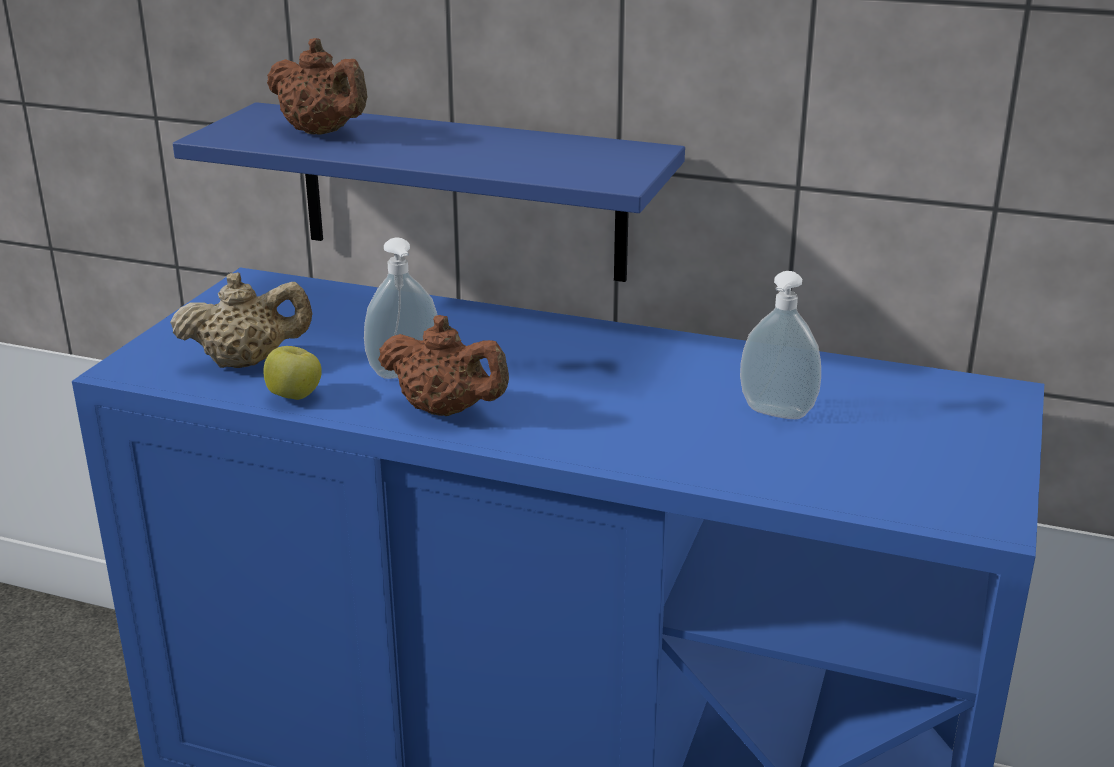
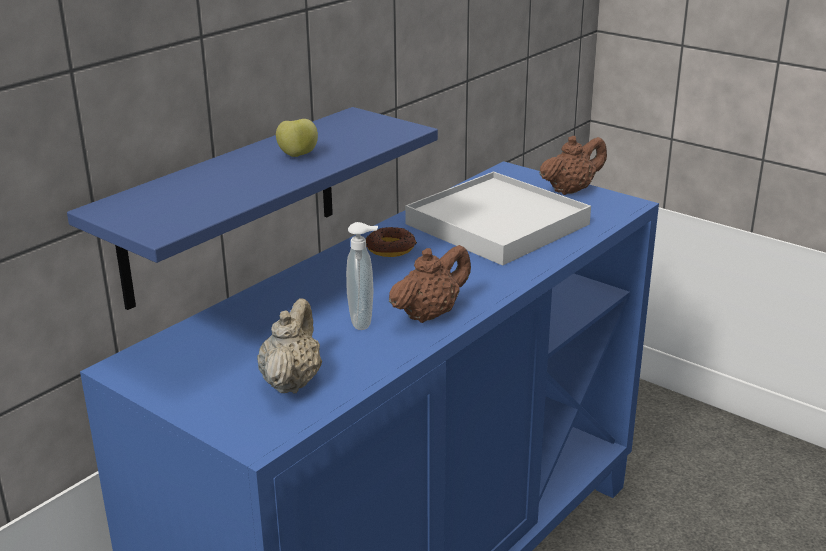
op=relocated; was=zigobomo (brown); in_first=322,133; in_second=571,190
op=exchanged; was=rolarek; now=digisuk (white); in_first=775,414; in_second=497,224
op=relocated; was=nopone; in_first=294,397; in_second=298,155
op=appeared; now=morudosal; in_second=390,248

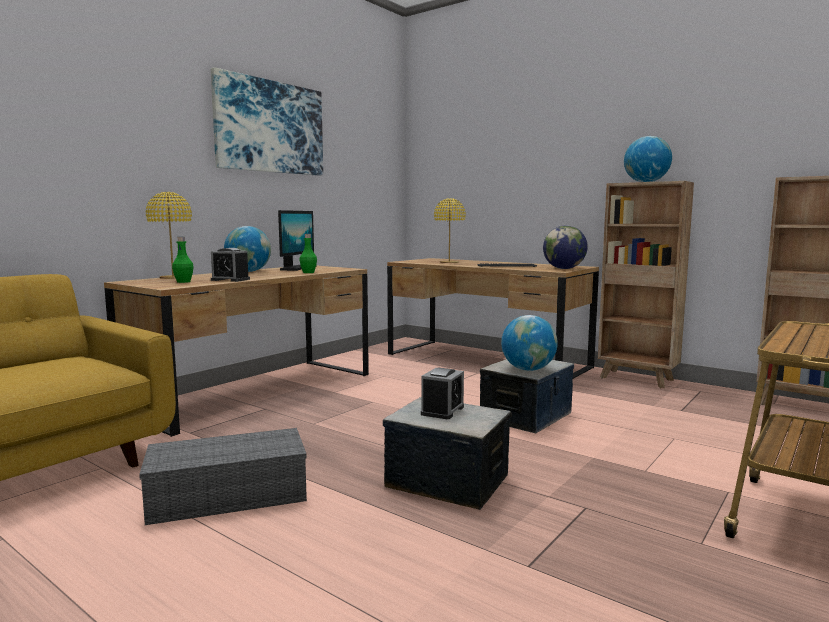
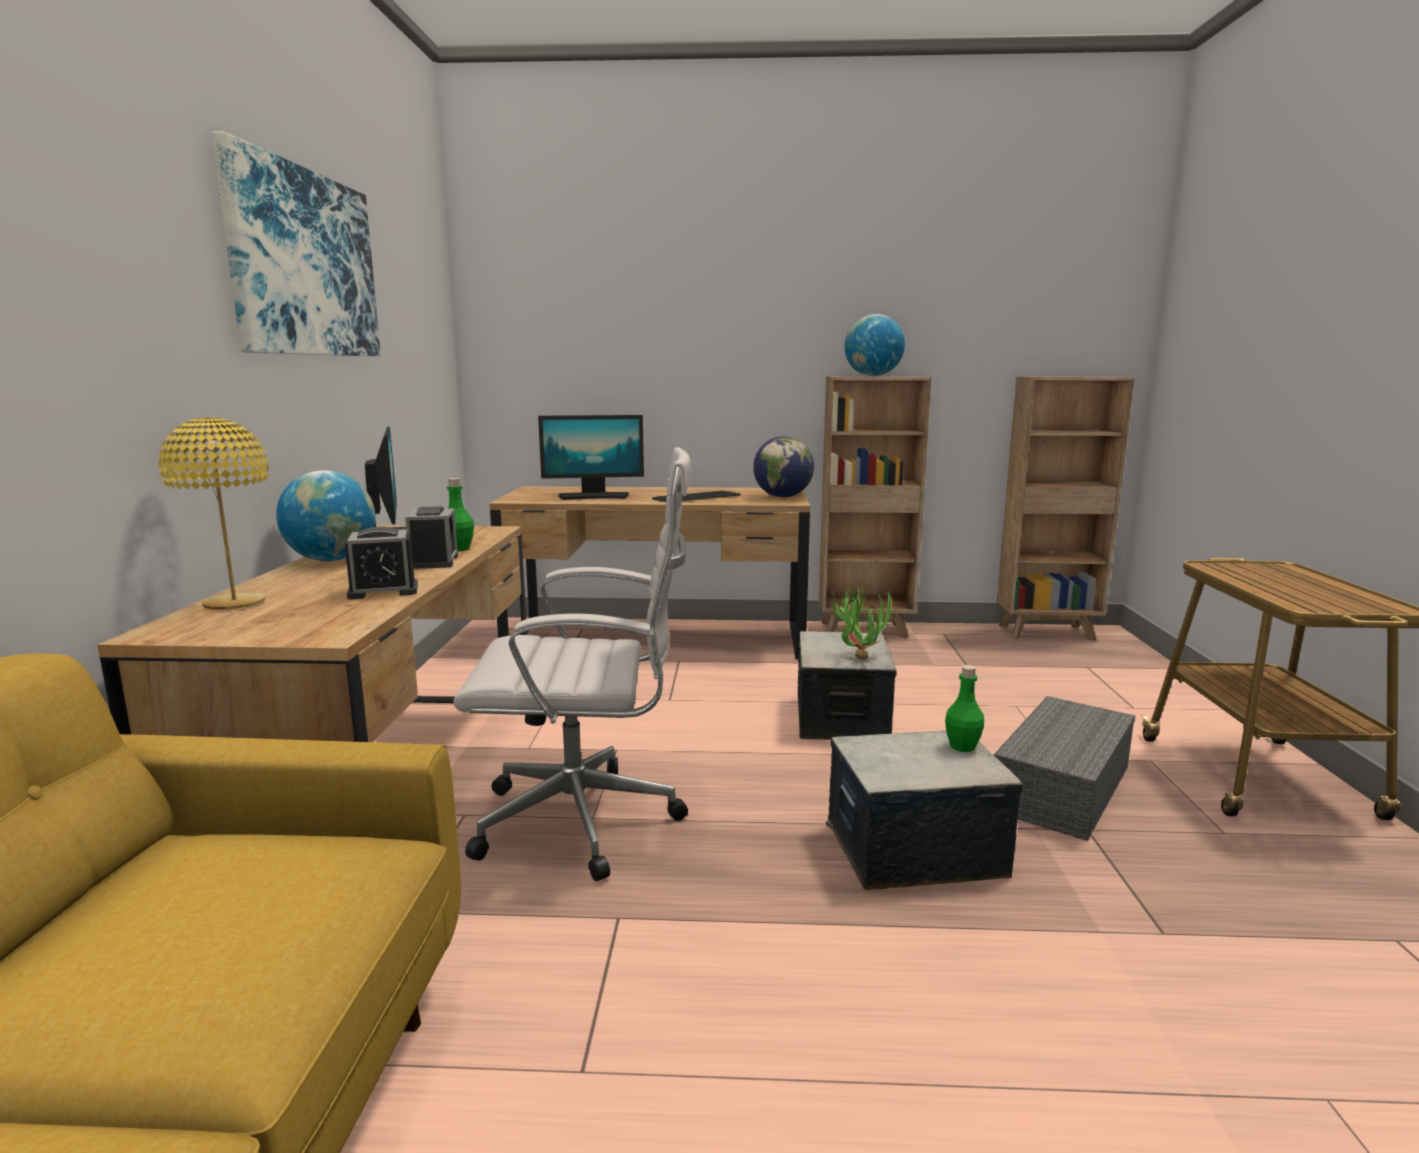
op=exchanged; was=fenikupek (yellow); now=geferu; in_first=449,263; in_second=593,496
op=relocated; was=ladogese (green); in_first=183,282; in_second=962,747
op=exchanged; was=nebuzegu; now=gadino; in_first=528,369; in_second=858,656
op=relocated; was=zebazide; in_first=442,410; in_second=434,561
op=relocated; was=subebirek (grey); in_first=226,496; in_second=1063,789
op=appeared; now=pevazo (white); in_second=587,821

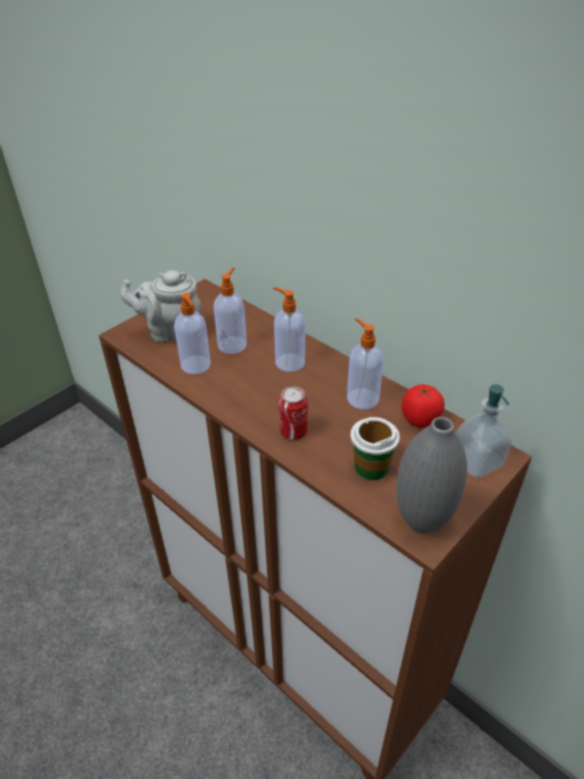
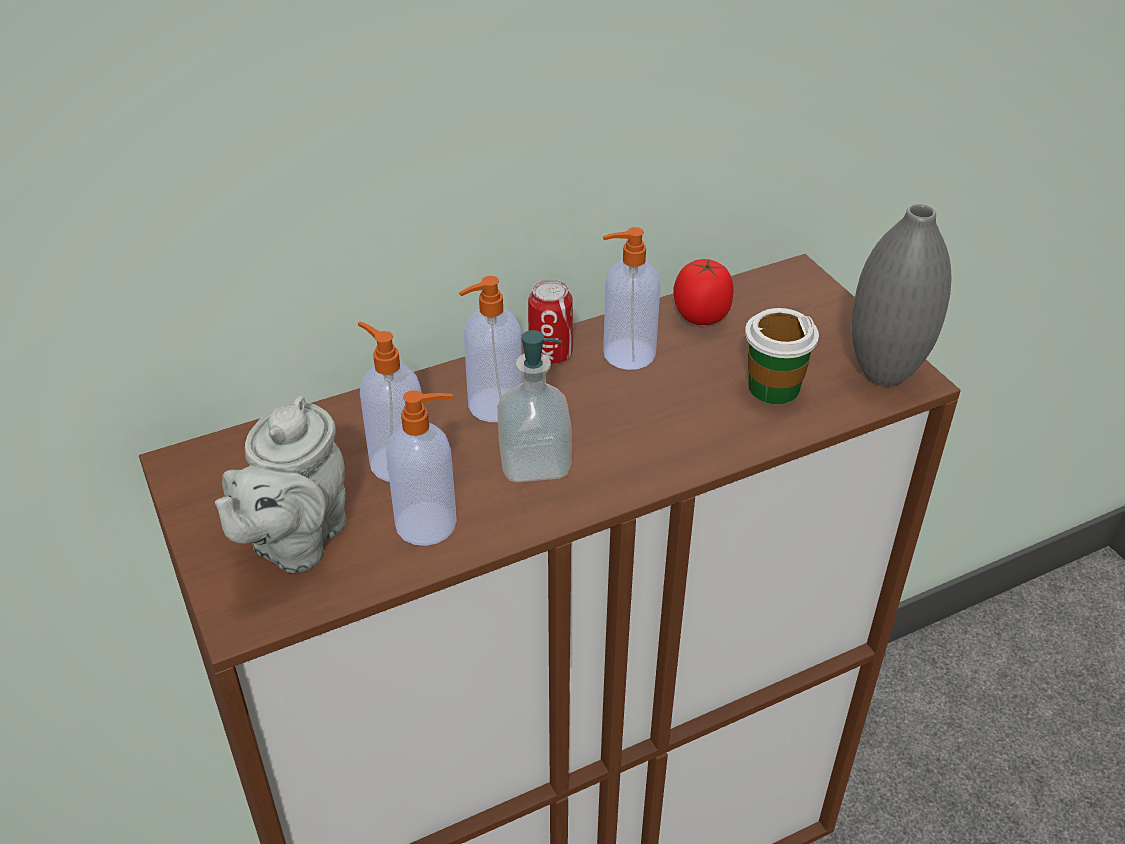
op=relocated; was=rolarek; in_first=476,461; in_second=534,462
op=relocated; was=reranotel; in_first=293,432; in_second=550,354

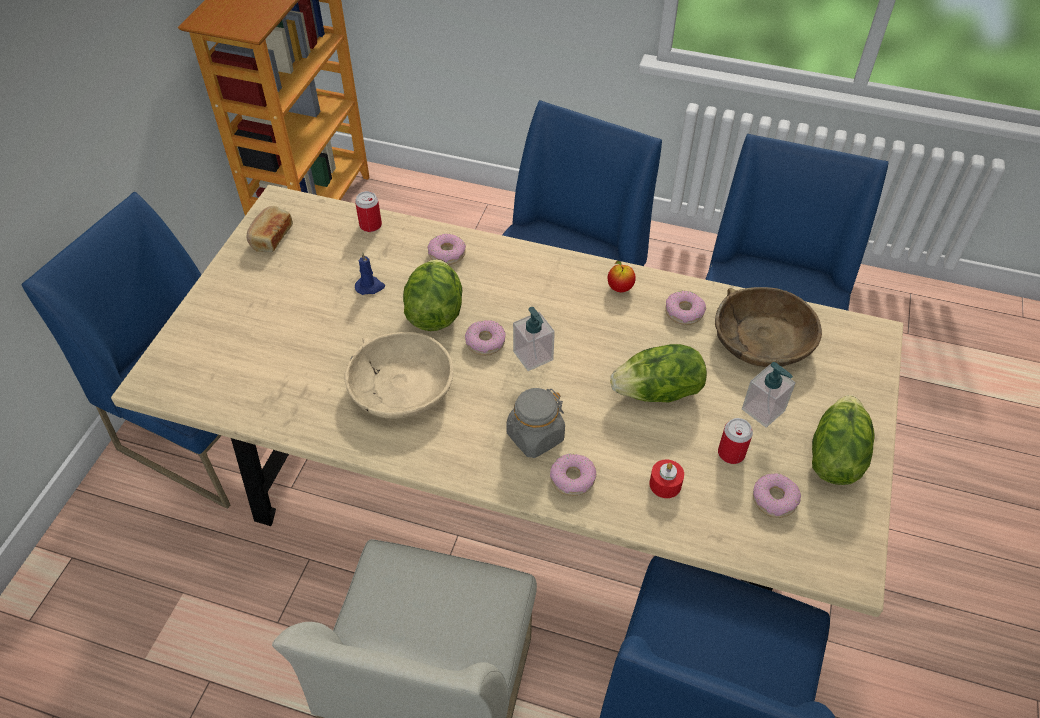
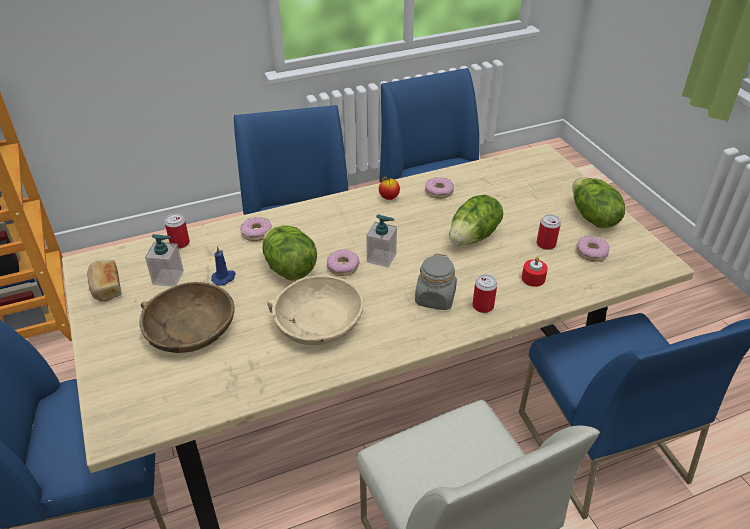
op=relocated; was=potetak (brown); in_first=761,339; in_second=189,329
op=relocated; was=rolarek; in_first=763,410; in_second=168,277
op=exchanged; was=morudosal; now=reranotel; in_first=572,478; in_second=483,306

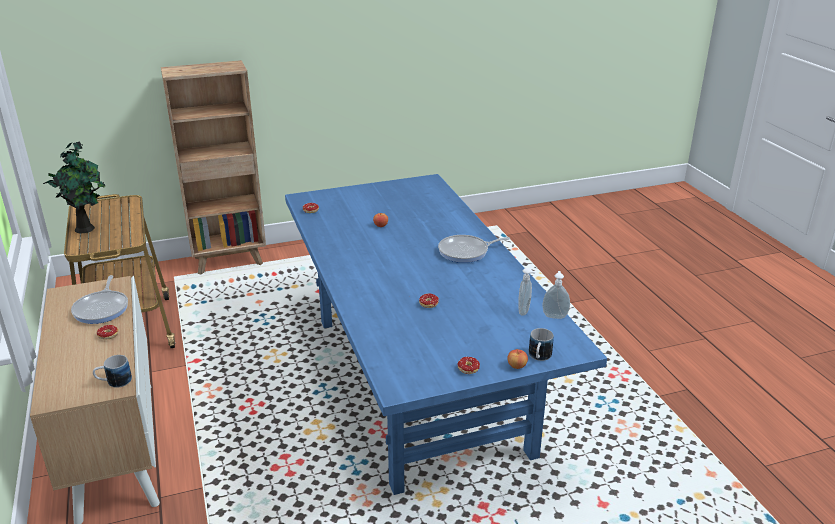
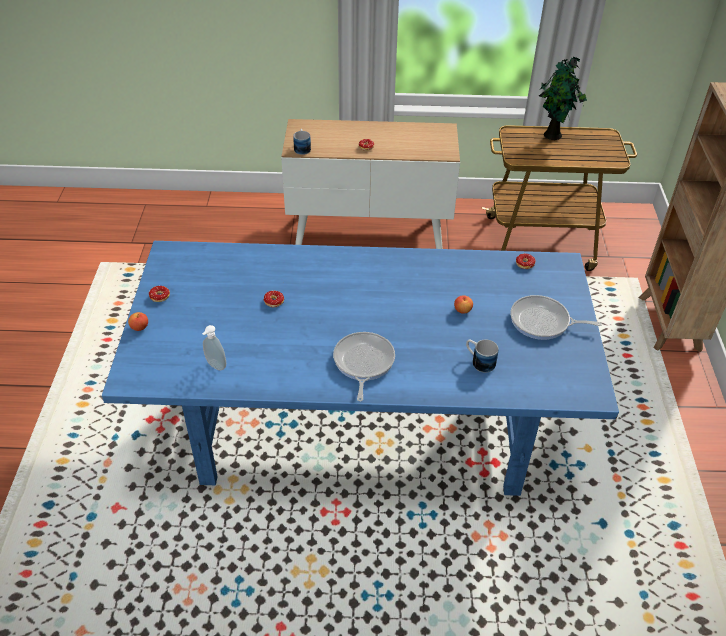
op=missing; was=rolarek; in_first=555,316
op=relocated; was=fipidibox; in_first=102,308; in_second=543,322
op=relocated; was=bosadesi; in_first=539,357; in_second=479,361

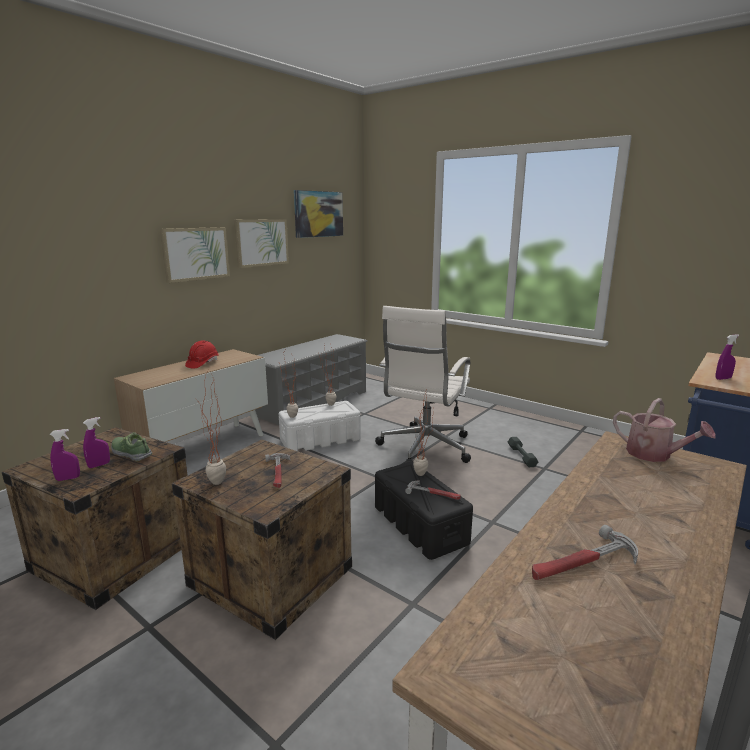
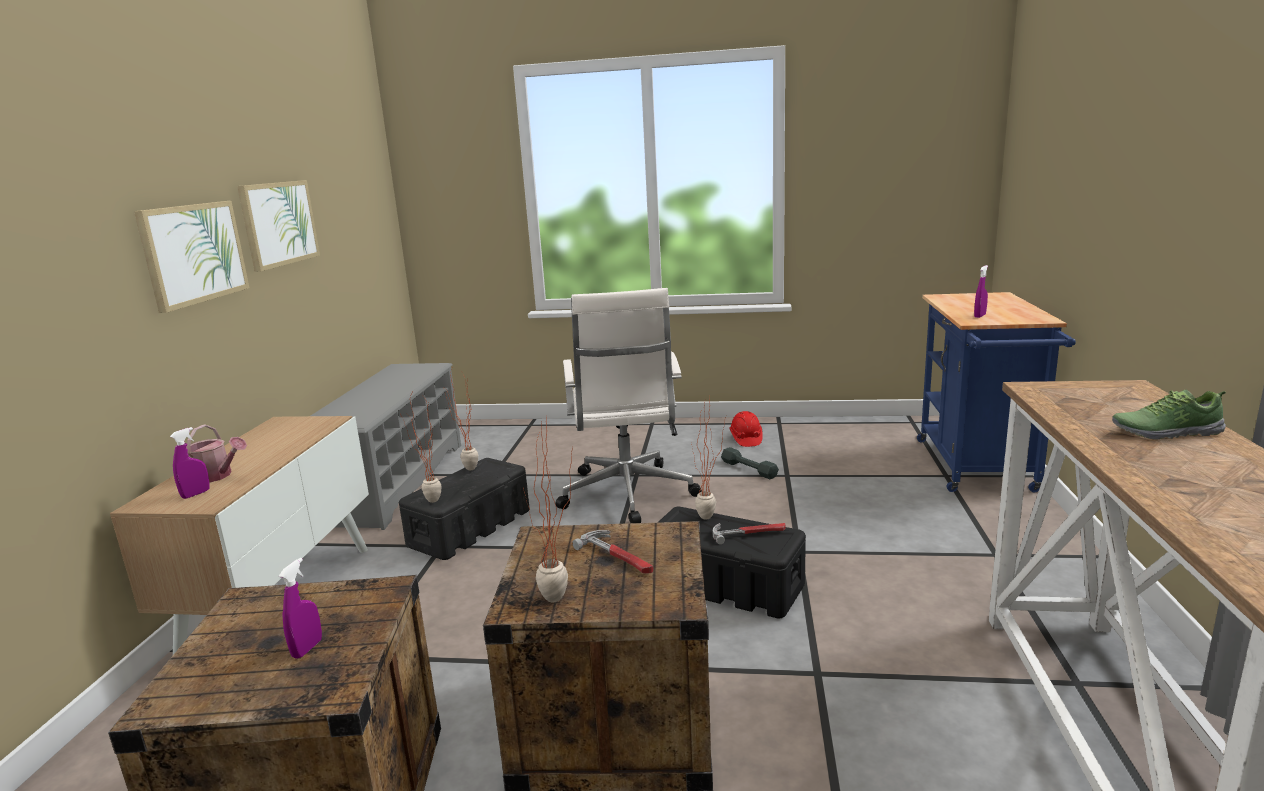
op=missing; was=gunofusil; in_first=318,214
op=relocated; was=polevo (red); in_first=202,363; in_second=746,439
op=relocated; was=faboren; in_first=654,455; in_second=216,476
op=colour; was=subebirek (white); now=subebirek (black); in_first=321,440; in_second=471,527
op=relocated; was=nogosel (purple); in_first=68,478; in_second=196,494
op=relocated; was=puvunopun; in_first=131,453; in_second=1165,432
op=missing; was=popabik; in_first=582,563

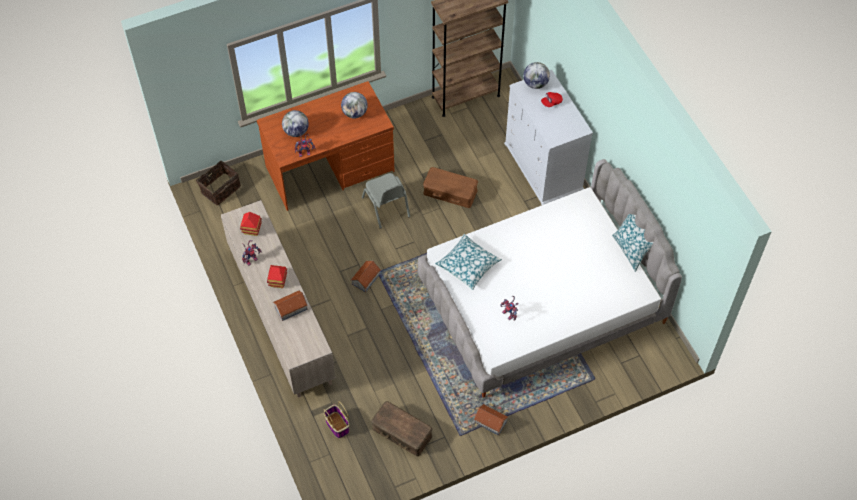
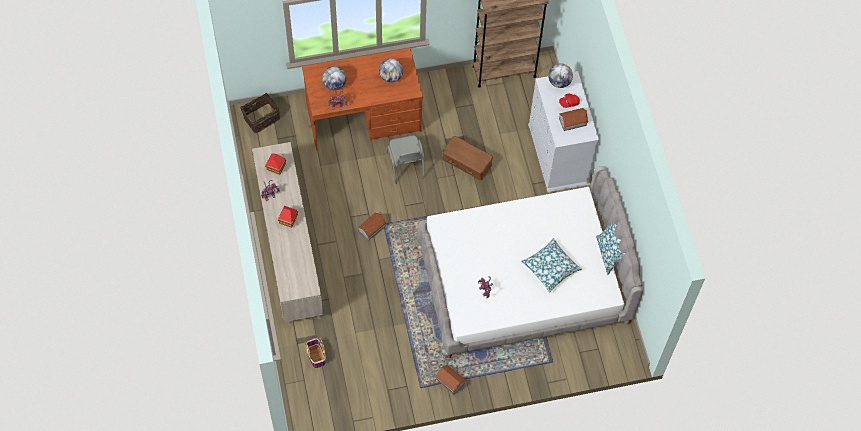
op=relocated; was=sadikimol; in_first=468,265; in_second=550,268
op=relocated; was=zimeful; in_first=290,308; in_second=572,121
op=missing; was=subebirek (brown); in_first=401,432

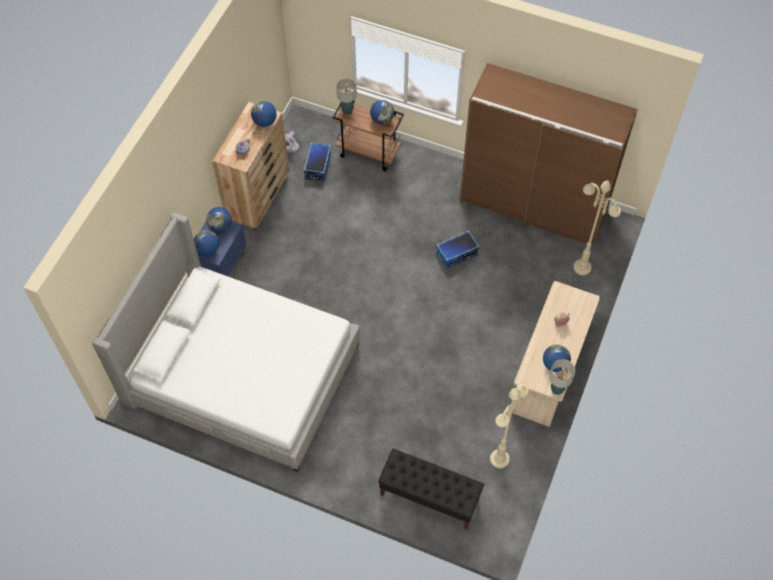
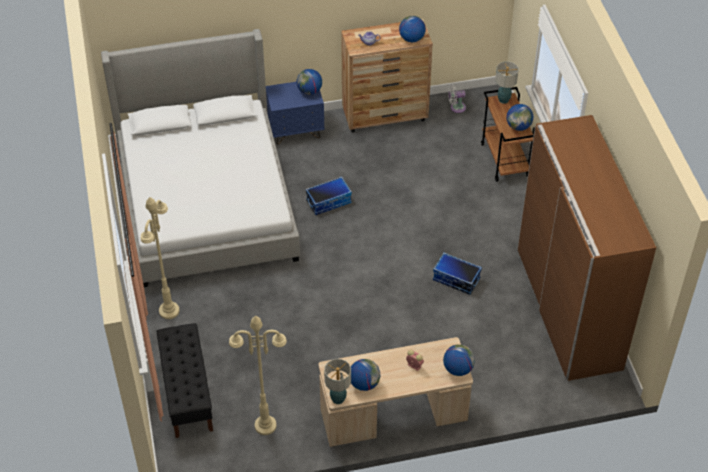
op=relocated; was=subebirek; in_first=317,166; in_second=328,201
op=relocated; was=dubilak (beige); in_first=582,267; in_second=169,310
op=relocated; was=nebuzegu; in_first=207,250; in_second=458,369

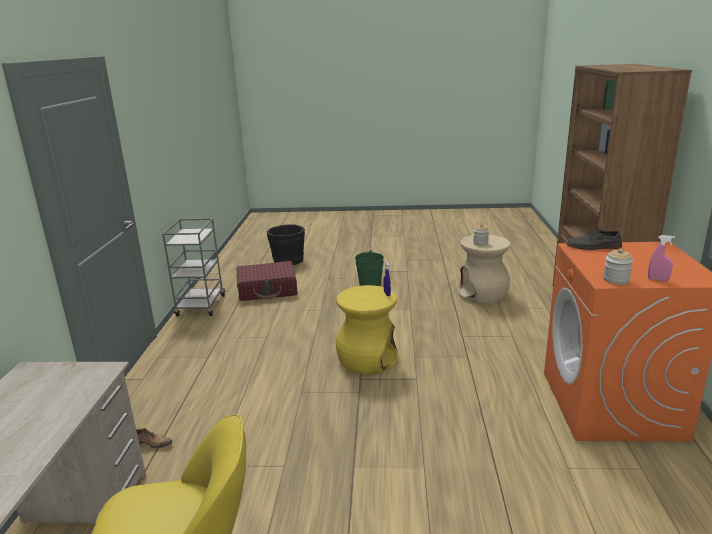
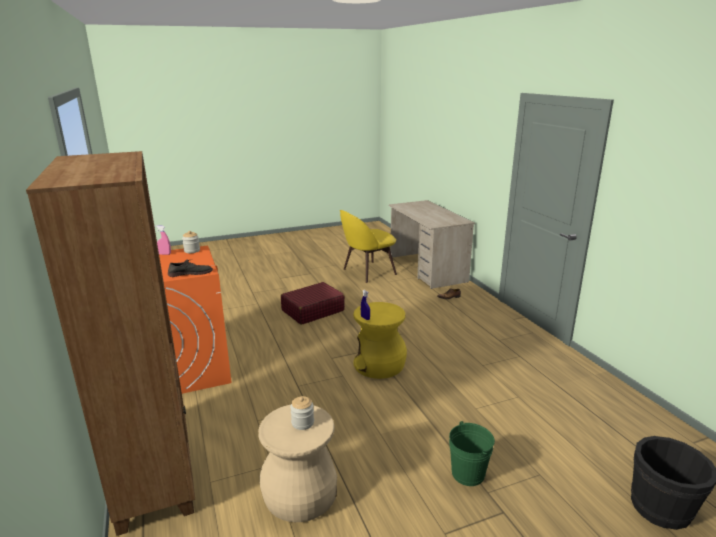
op=missing; was=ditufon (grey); in_first=201,306
op=relocated; was=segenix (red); in_first=267,290; in_second=312,310

